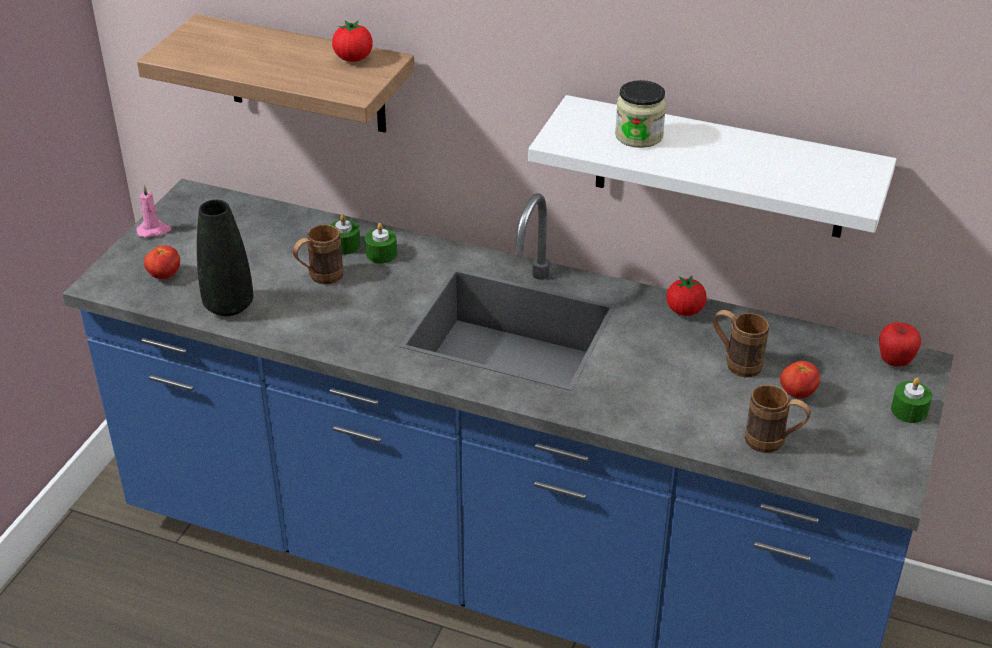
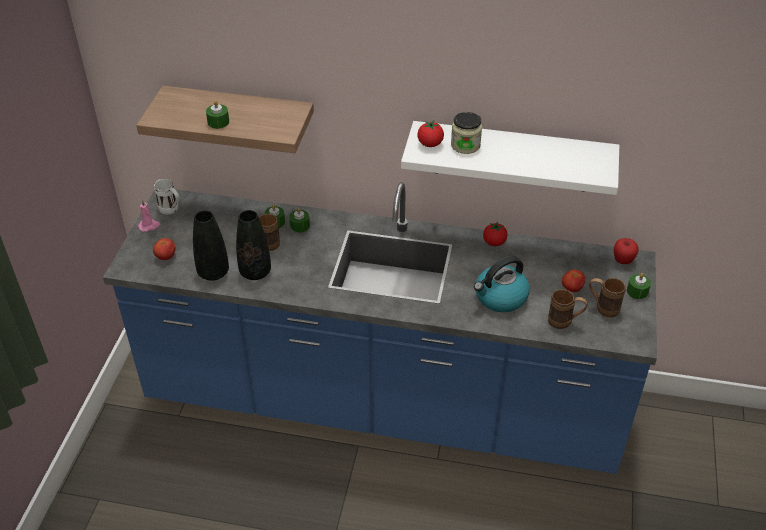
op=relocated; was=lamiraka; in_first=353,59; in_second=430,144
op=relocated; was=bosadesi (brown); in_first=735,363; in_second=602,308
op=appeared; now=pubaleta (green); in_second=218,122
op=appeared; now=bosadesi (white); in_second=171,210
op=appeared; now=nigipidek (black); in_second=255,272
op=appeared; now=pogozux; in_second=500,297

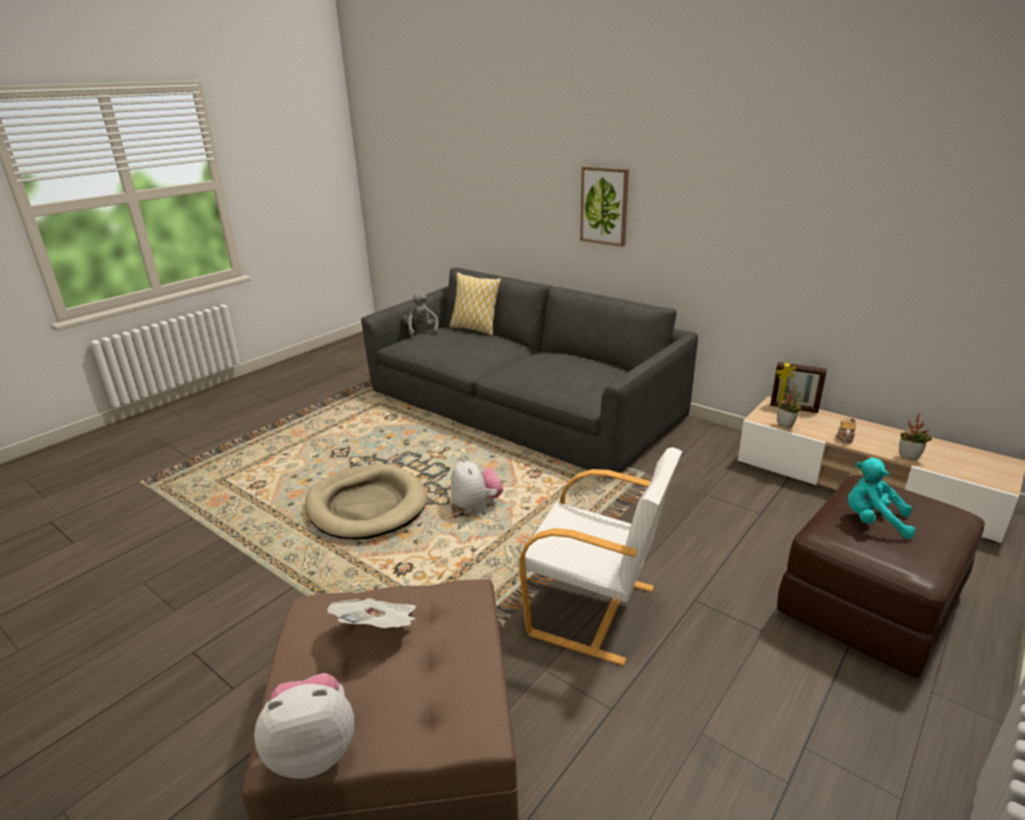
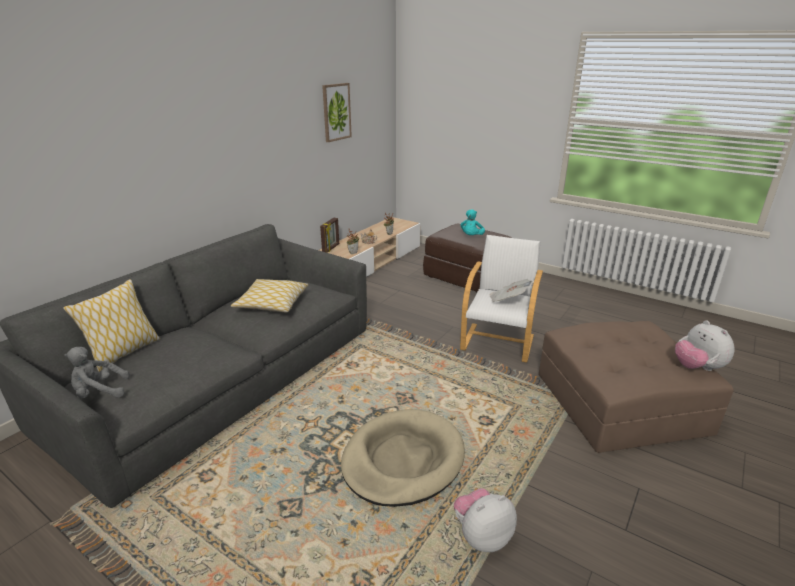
op=relocated; was=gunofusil; in_first=604,206; in_second=336,112
op=relocated; was=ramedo; in_first=476,505; in_second=482,536
op=relocated; was=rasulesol; in_first=379,629; in_second=508,300
op=appeared; now=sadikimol; in_second=272,303

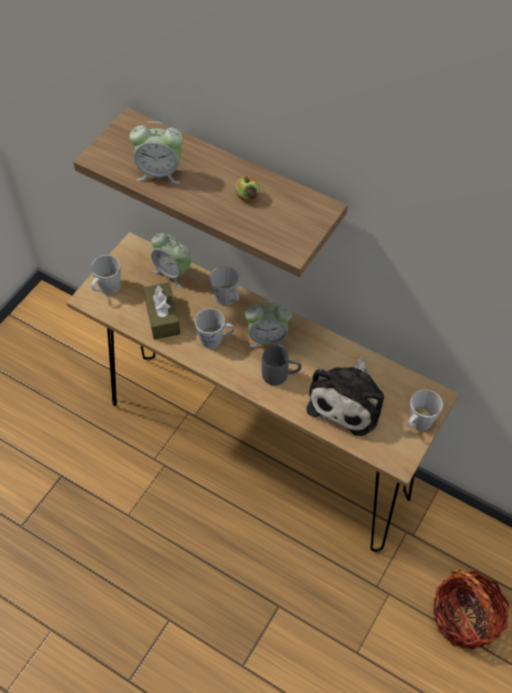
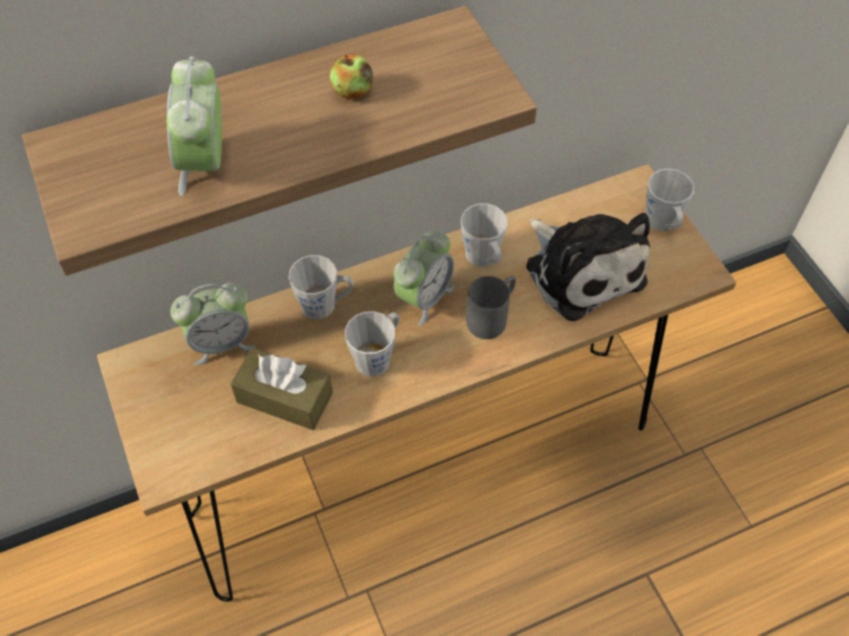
op=spun; was=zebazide; in_first=160,173; in_second=205,163; clockwise=135
op=relocated; was=bosadesi (grey); in_first=107,289; in_second=484,258
op=missing; was=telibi; in_first=465,617

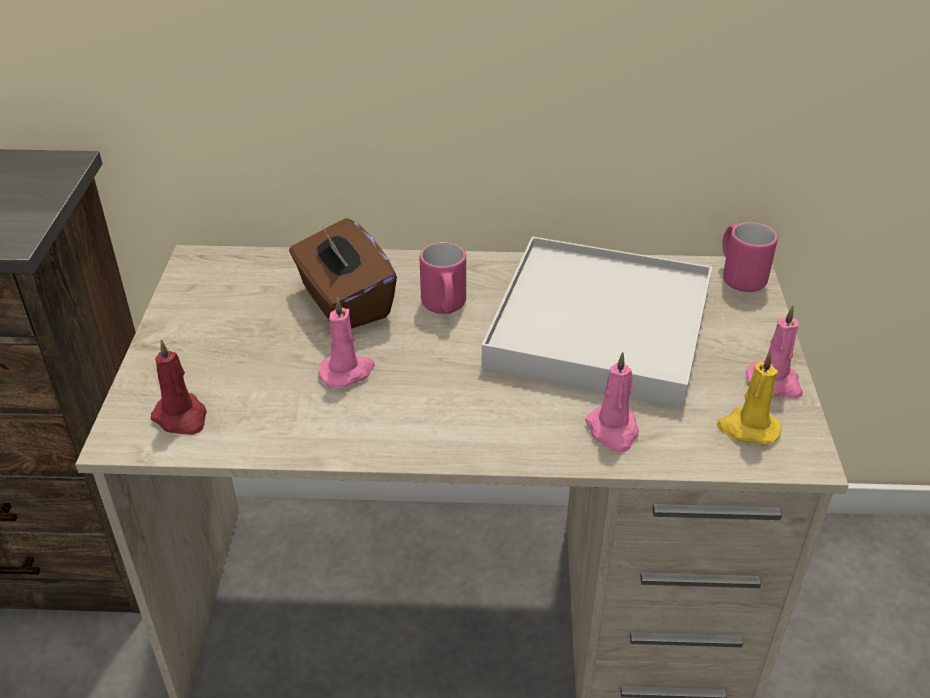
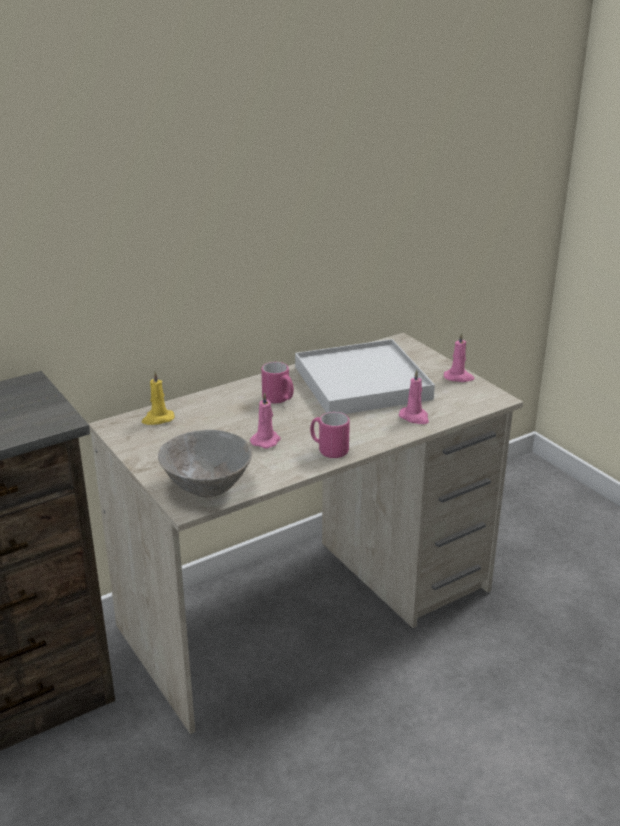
op=missing; was=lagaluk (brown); in_first=344,303
op=relocated; was=bosadesi (pink); in_first=739,276; in_second=328,450
op=exchanged; was=pubaleta (red); now=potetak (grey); in_first=181,417; in_second=207,487
op=relocated; was=pubaleta (yellow); in_first=747,428; in_second=157,419

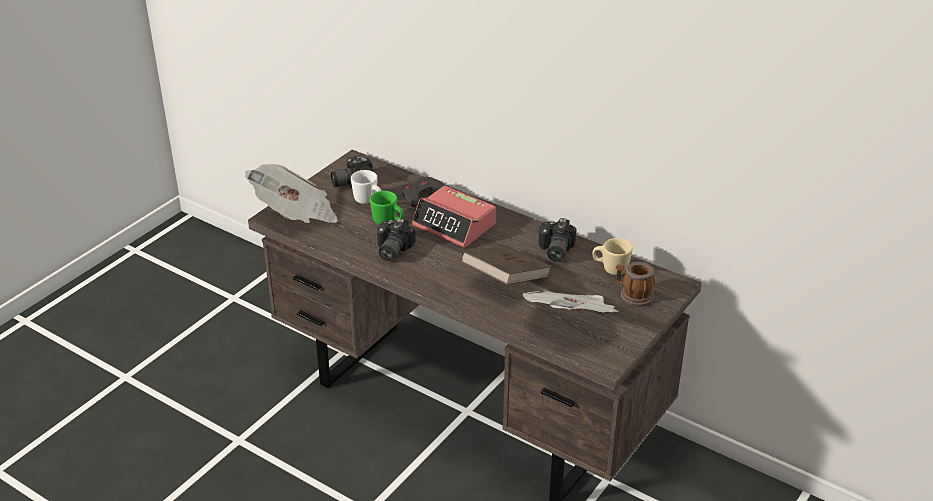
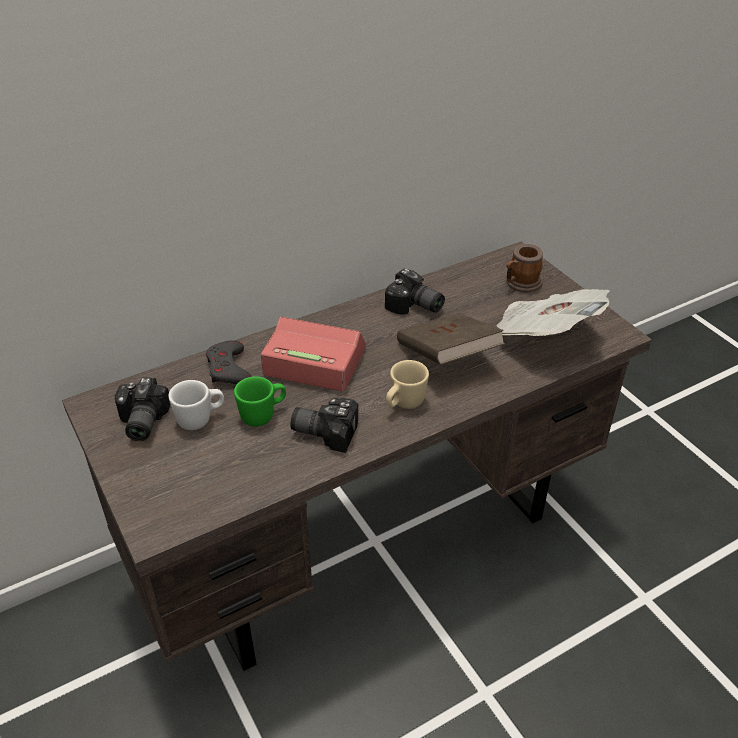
op=missing; was=rasulesol; in_first=295,215
op=spun; was=zebazide; in_first=454,225; in_second=314,362; clockwise=-135
op=spun; was=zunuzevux; in_first=390,250; in_second=325,430; clockwise=150
op=relocated; was=bosadesi (beige); in_first=610,268; in_second=404,404

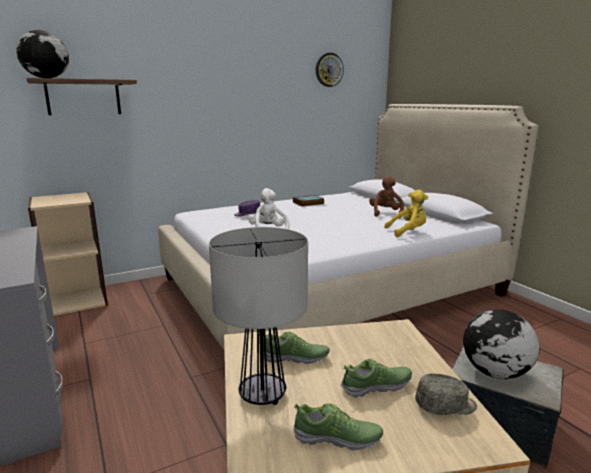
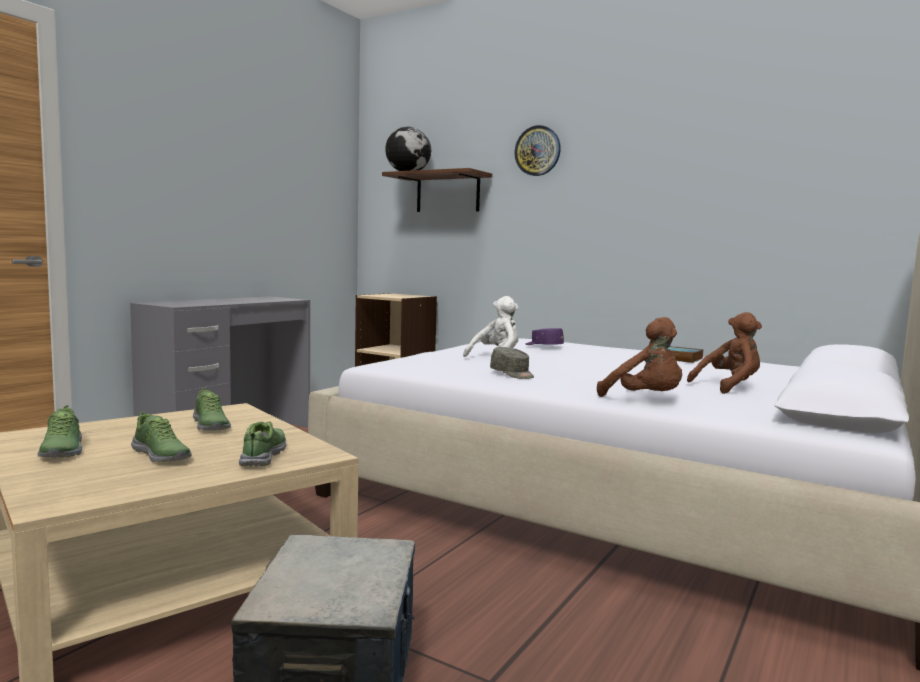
op=relocated; was=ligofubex; in_first=329,70; in_second=537,151
op=colour; was=ramedo (yellow); now=ramedo (brown); in_first=408,232; in_second=645,400
op=missing; was=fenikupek; in_first=263,395
op=missing; was=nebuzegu; in_first=494,372
op=relocated; was=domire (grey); in_first=446,406; in_second=512,374
op=appeared; now=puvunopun; in_second=264,455

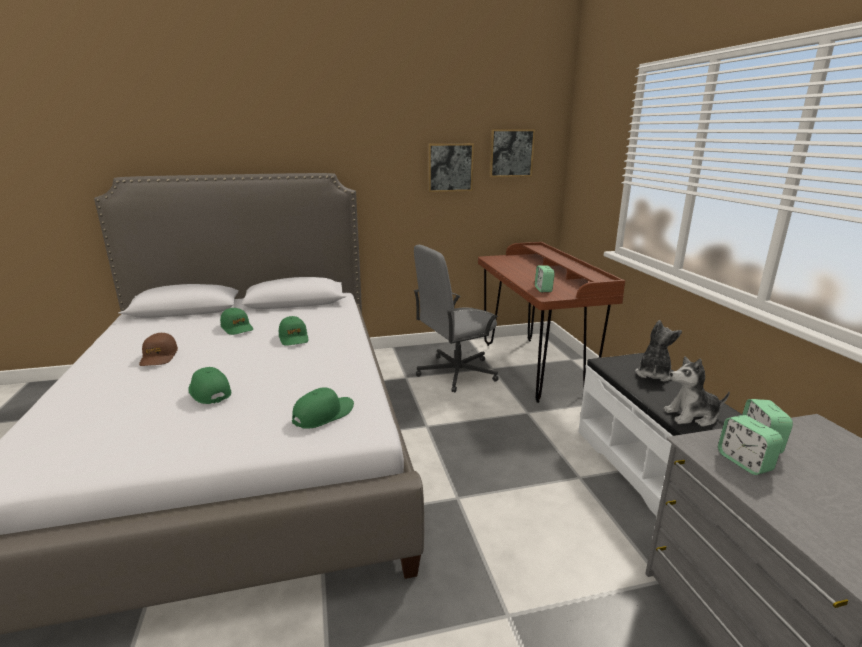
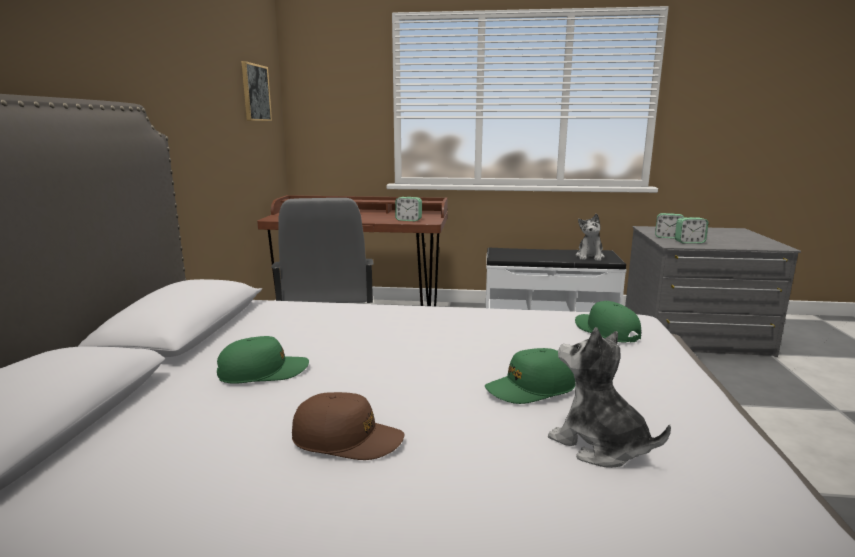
op=missing; was=gunofusil; in_first=450,167
op=missing; was=domire (green); in_first=294,338
op=relocated; was=ramedo; in_first=653,374; in_second=599,445

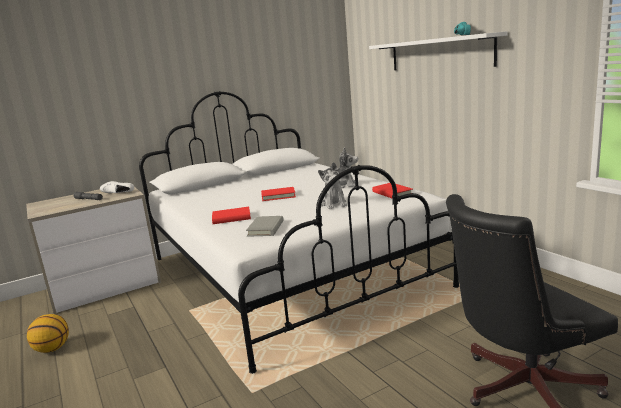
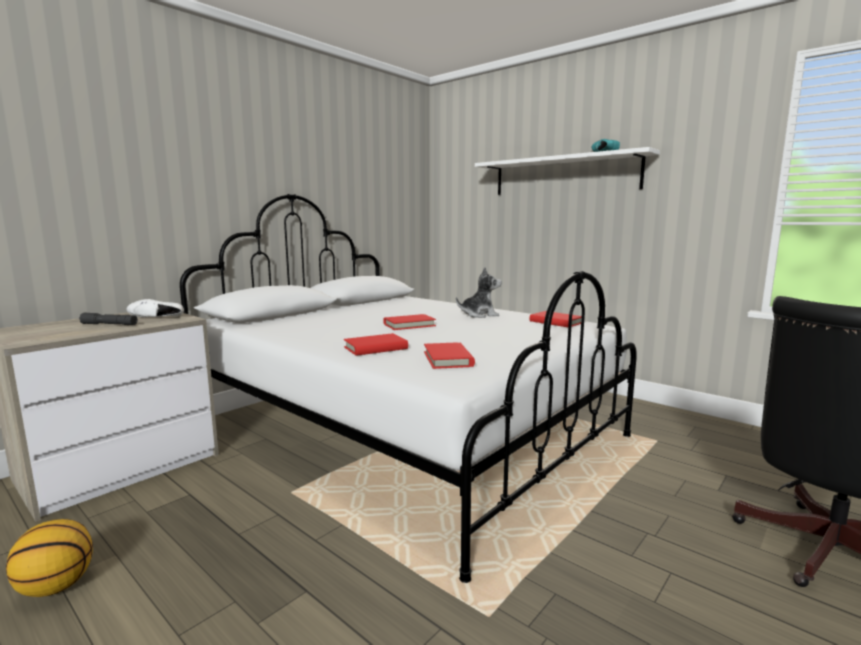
op=missing; was=ramedo; in_first=333,204
op=colour; was=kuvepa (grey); now=kuvepa (red); in_first=265,228; in_second=448,359

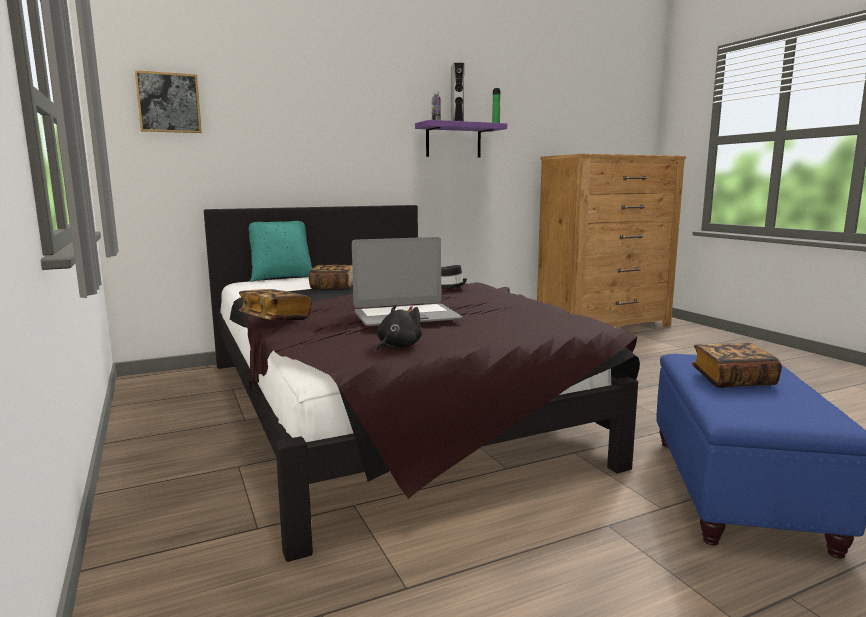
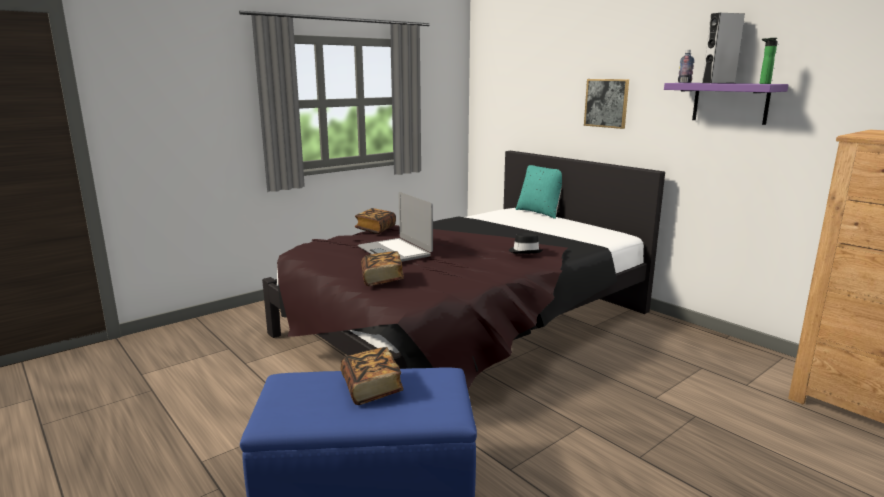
op=relocated; was=gunofusil; in_first=169,103; in_second=606,103
op=relocated; was=kuvepa; in_first=333,287; in_second=382,279
op=missing; was=ramedo (black); in_first=397,346

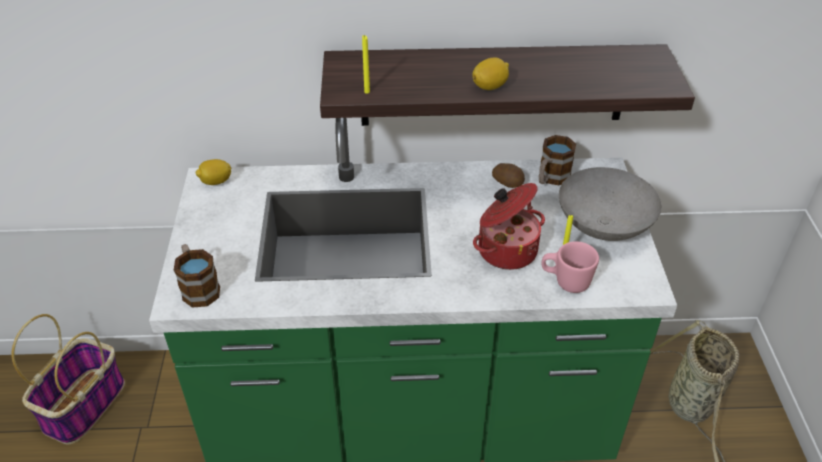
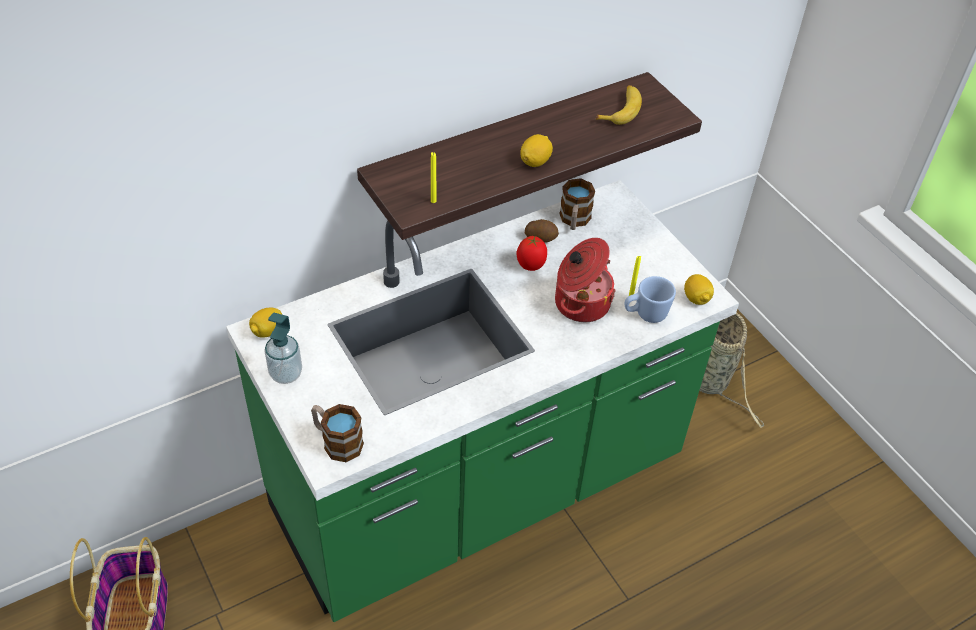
op=missing; was=potetak (grey); in_first=601,226
op=colour; was=bosadesi (pink); now=bosadesi (blue); in_first=565,282; in_second=645,314
op=appeared; now=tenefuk; in_second=621,110
op=appeared; now=lamiraka; in_second=531,266
op=appeared; now=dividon; in_second=696,298
op=appeared; now=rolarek; in_second=286,374

